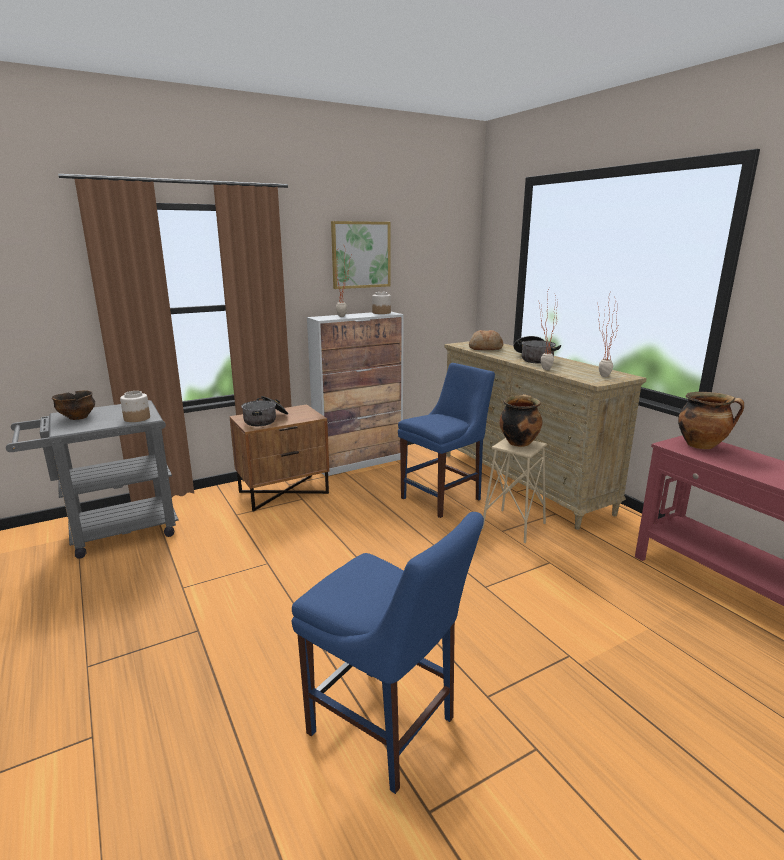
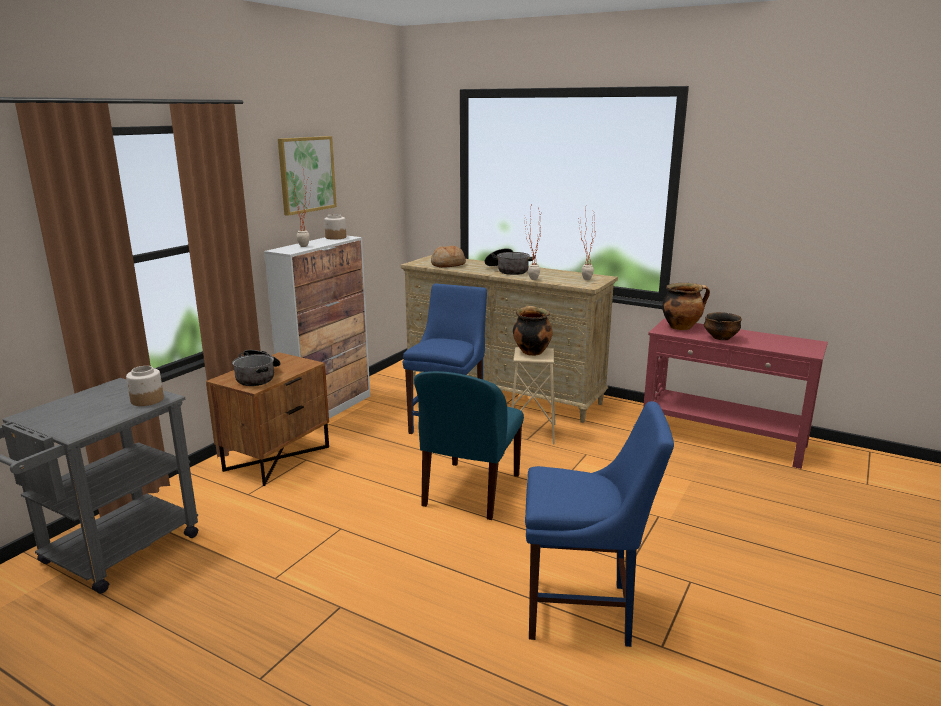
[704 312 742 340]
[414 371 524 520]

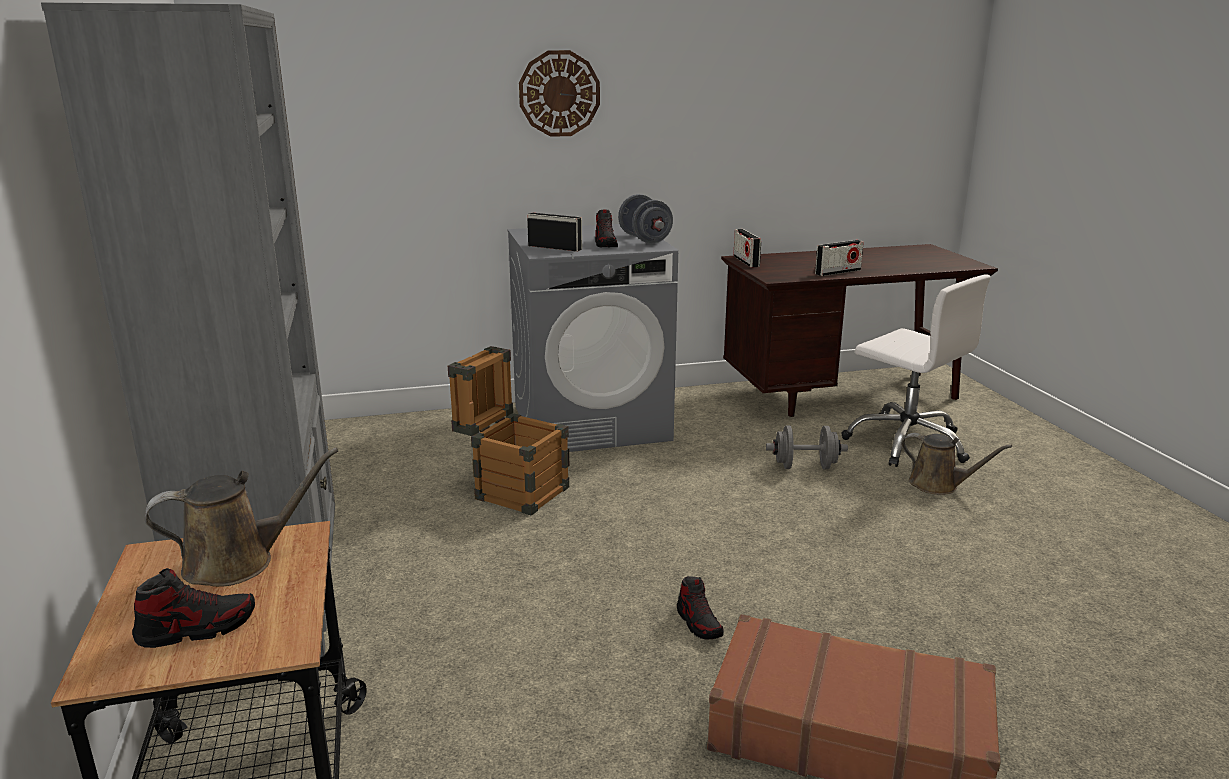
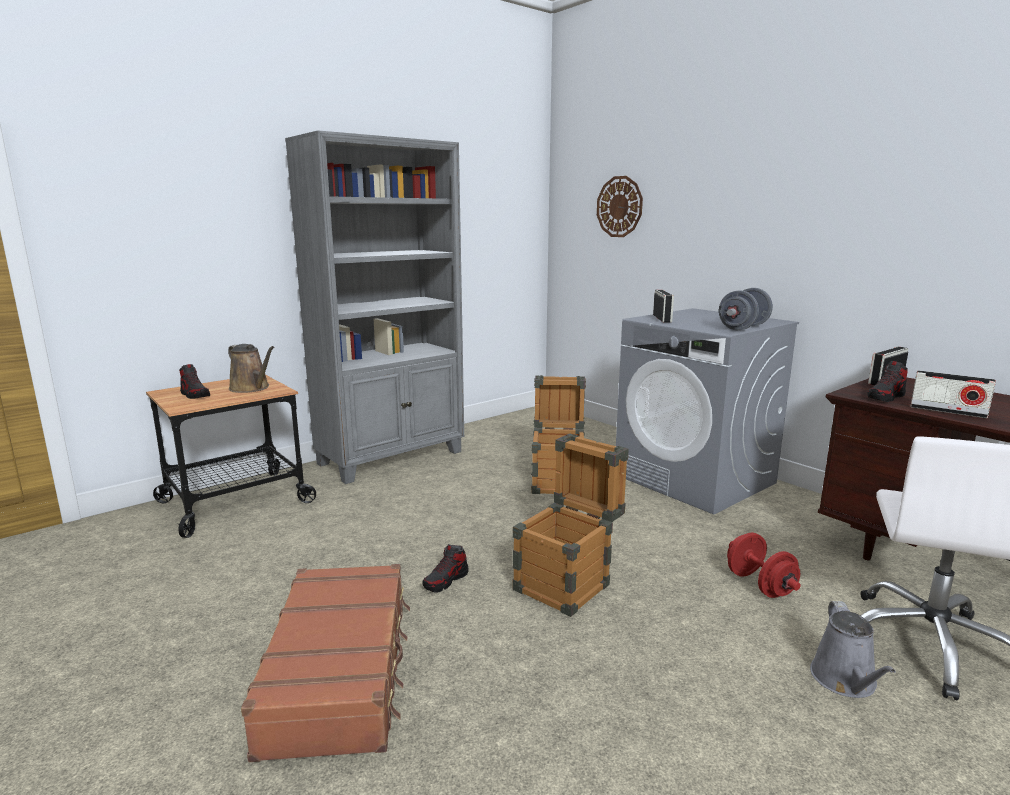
[597 176 643 237]
[867 361 908 402]
[727 533 801 598]
[810 601 896 698]
[513 433 629 617]

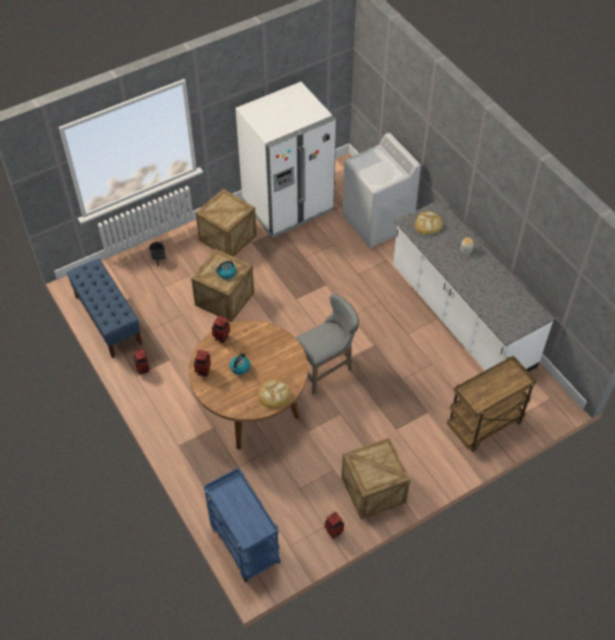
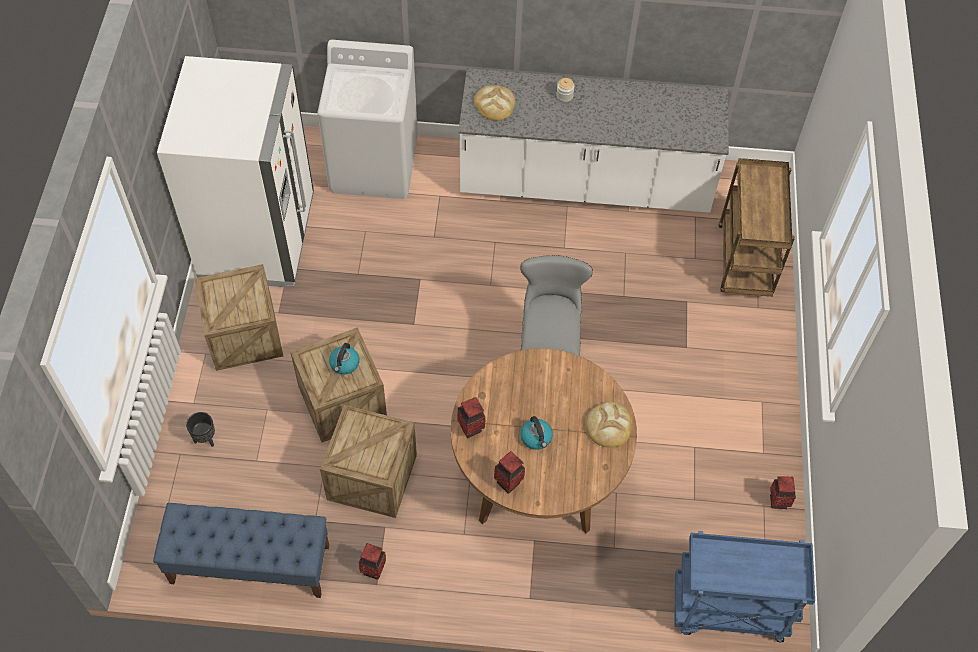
[320 405 417 518]

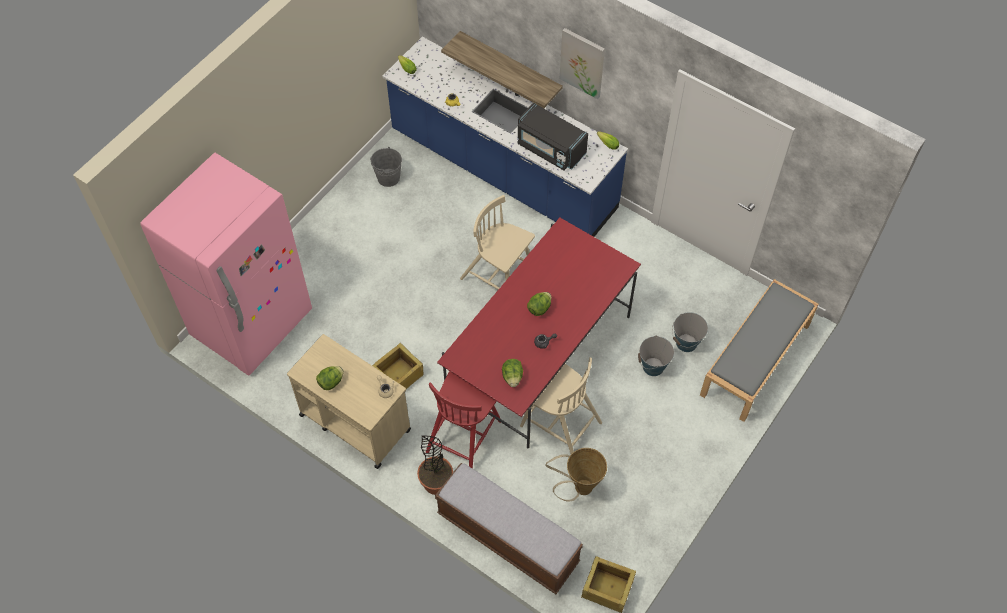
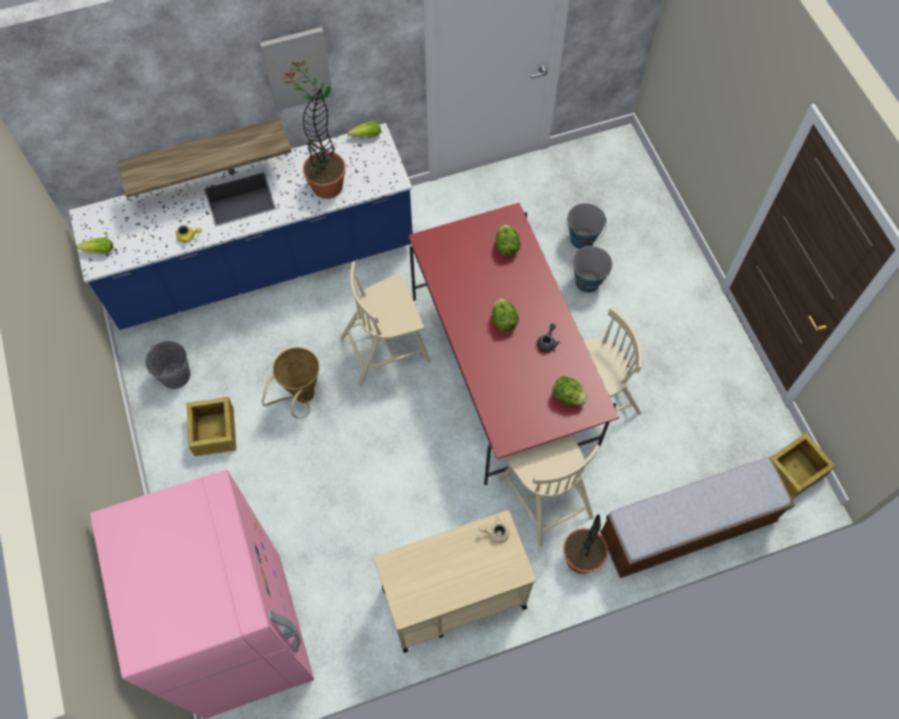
[303 88 346 199]
[700 279 819 422] (first image)
[186 397 236 456]
[495 225 521 256]
[498 434 600 547]
[262 347 319 418]

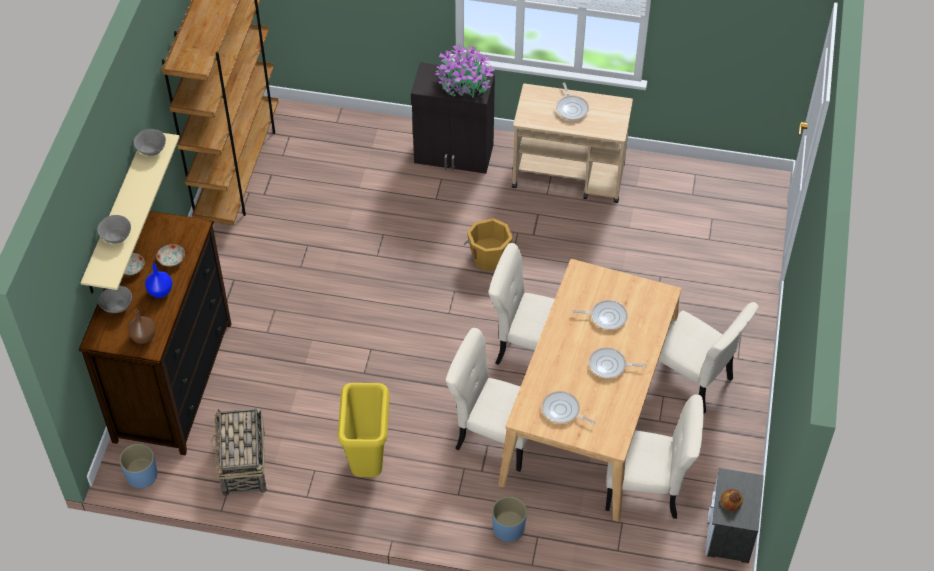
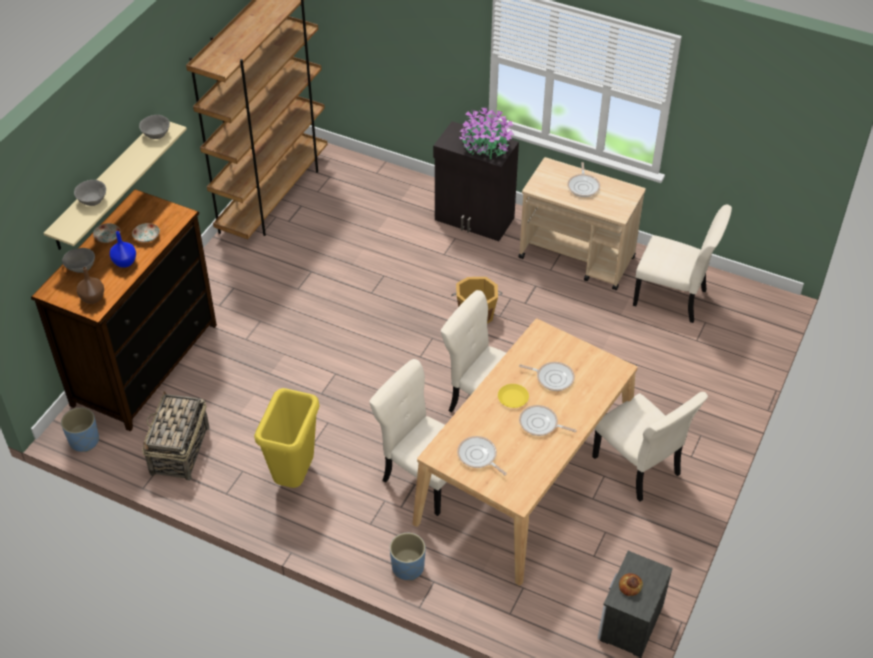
[633 204 732 323]
[498 384 529 408]

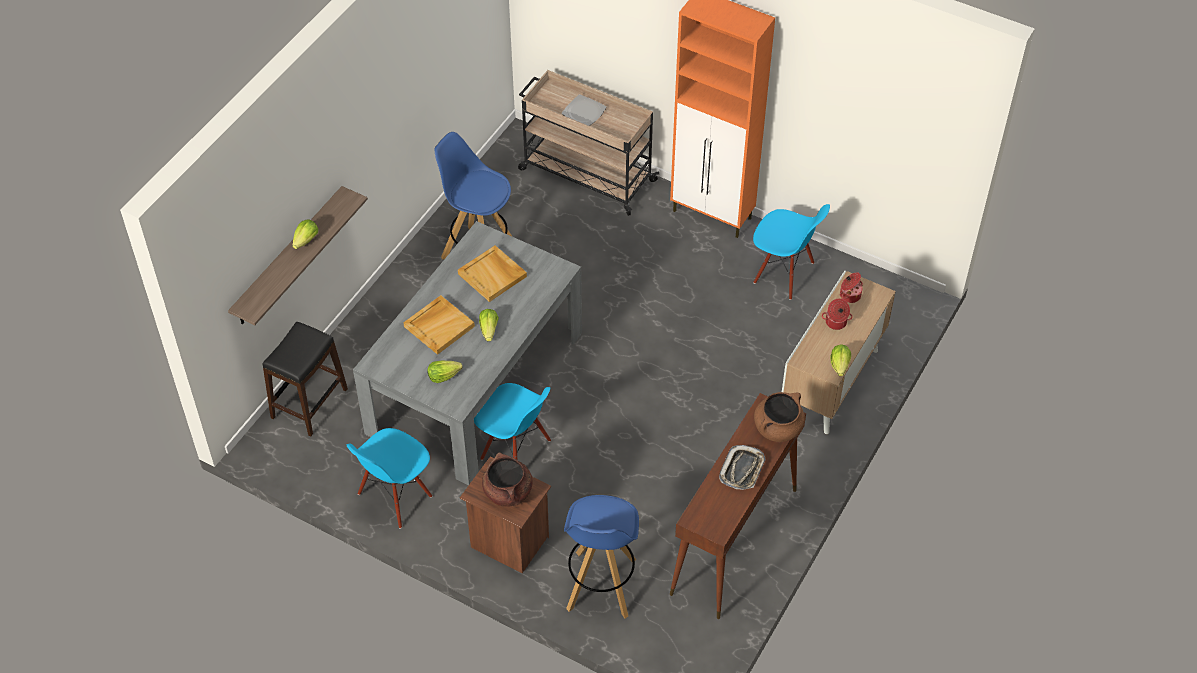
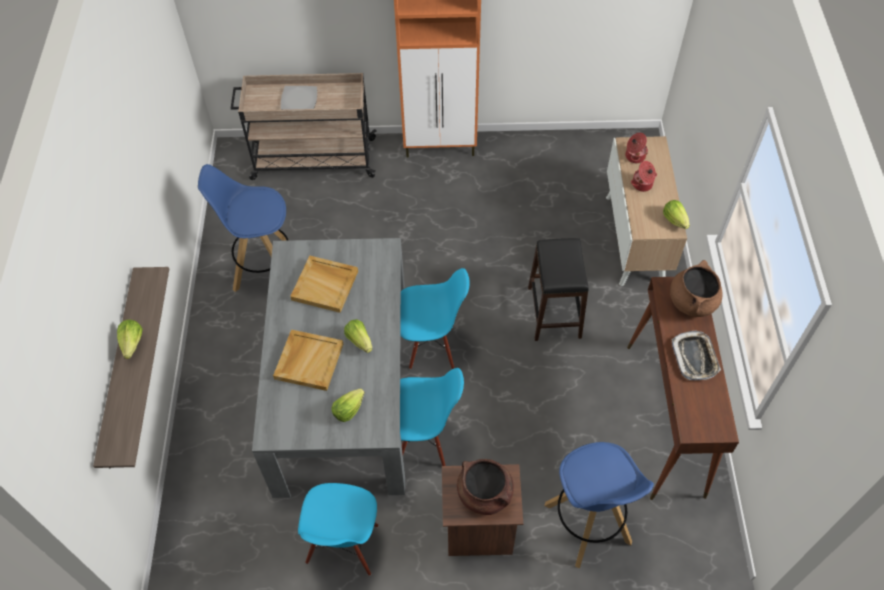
[400 268 470 369]
[528 238 589 341]

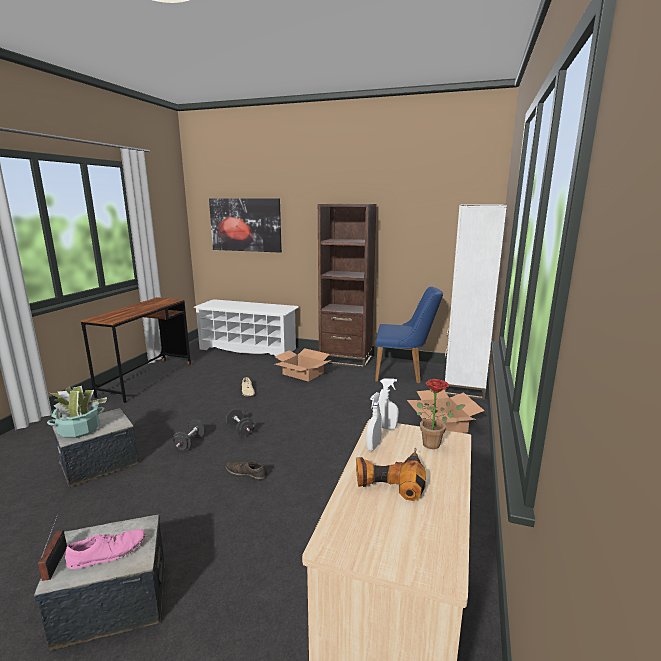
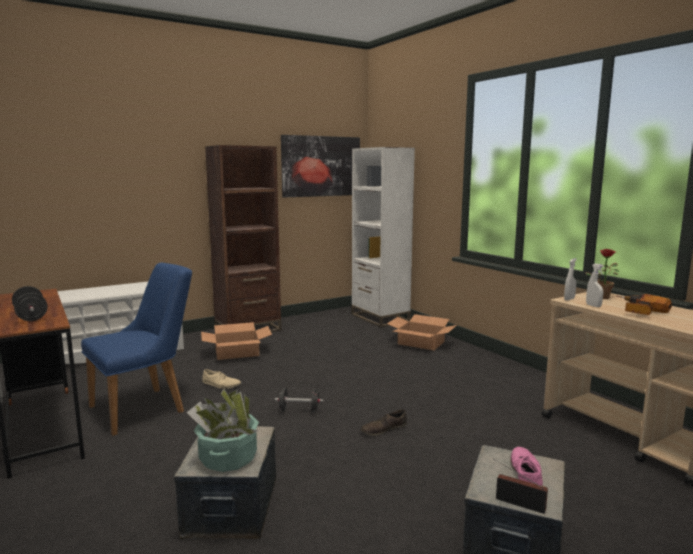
[281 135 360 197]
[81 263 192 436]
[12 286 47 321]

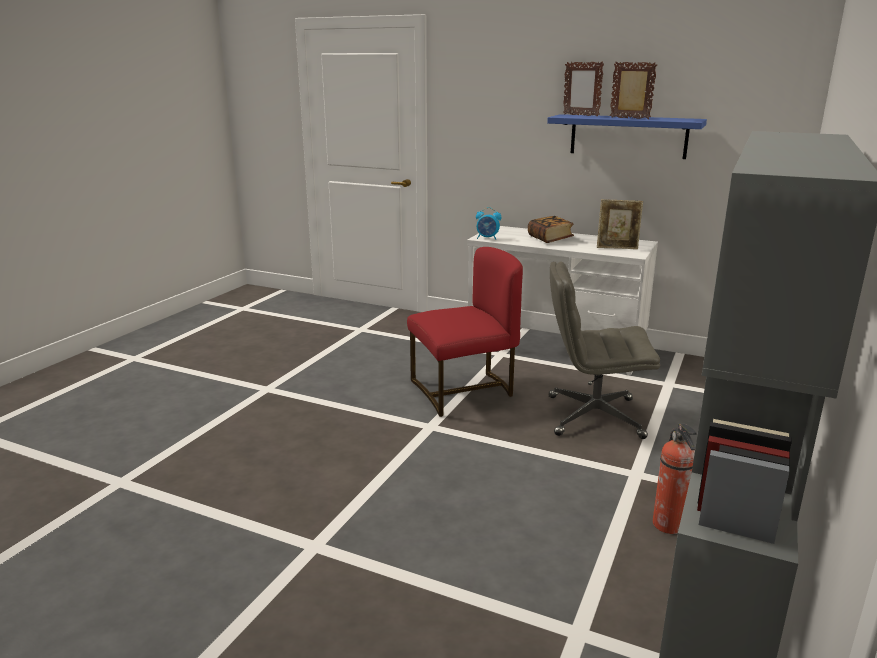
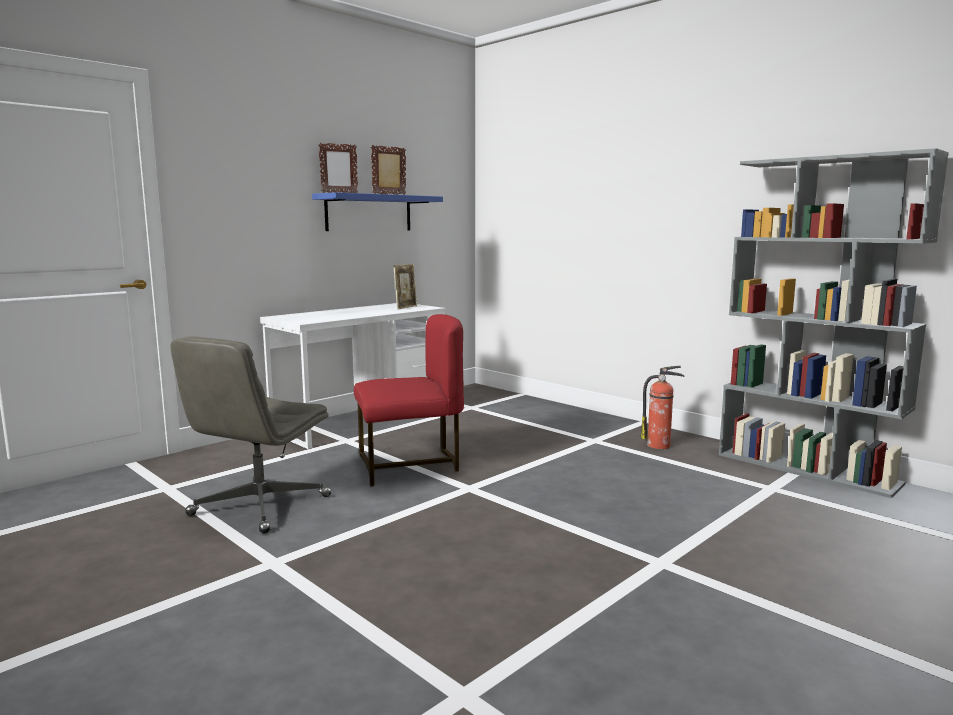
[476 207 501 240] (first image)
[528 216 574 243] (first image)
[354 314 464 486]
[170 336 331 534]

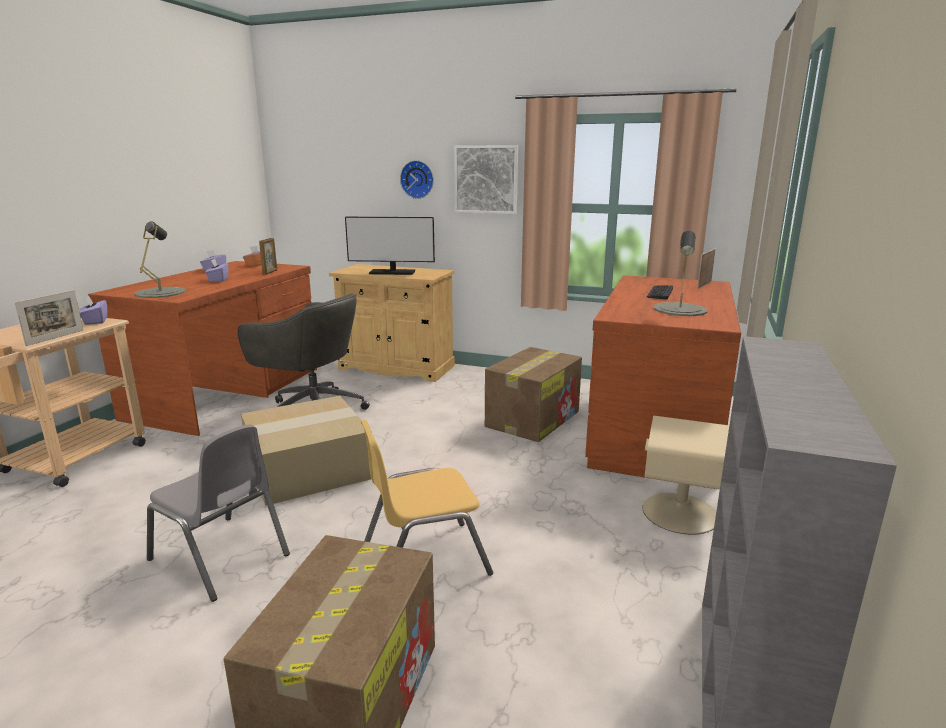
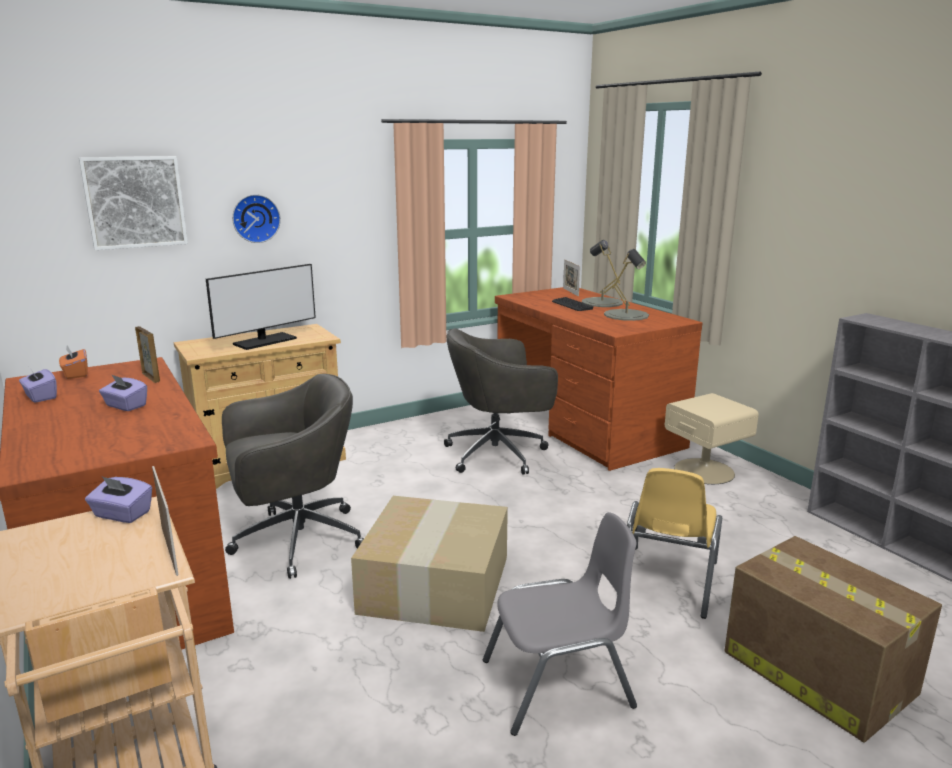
[79 156 188 250]
[582 240 623 307]
[444 328 558 474]

